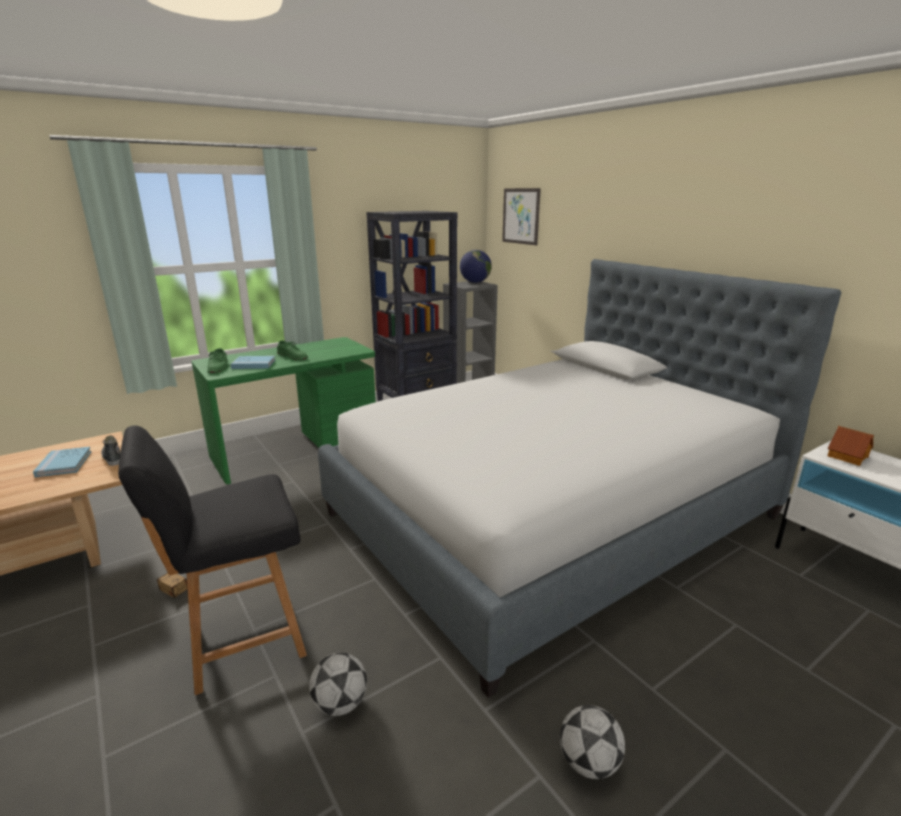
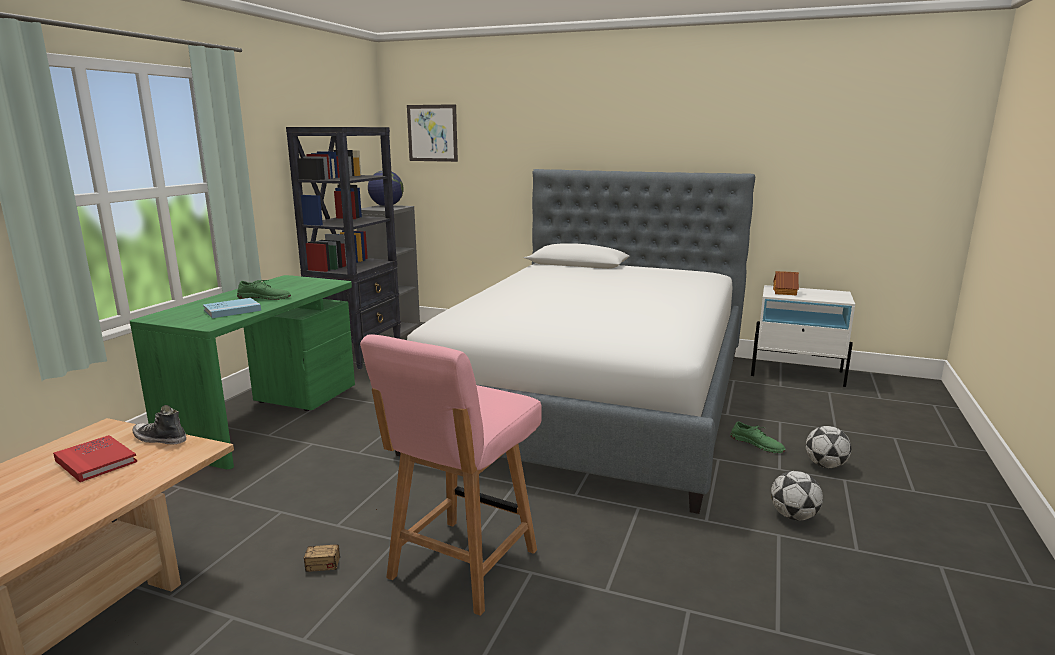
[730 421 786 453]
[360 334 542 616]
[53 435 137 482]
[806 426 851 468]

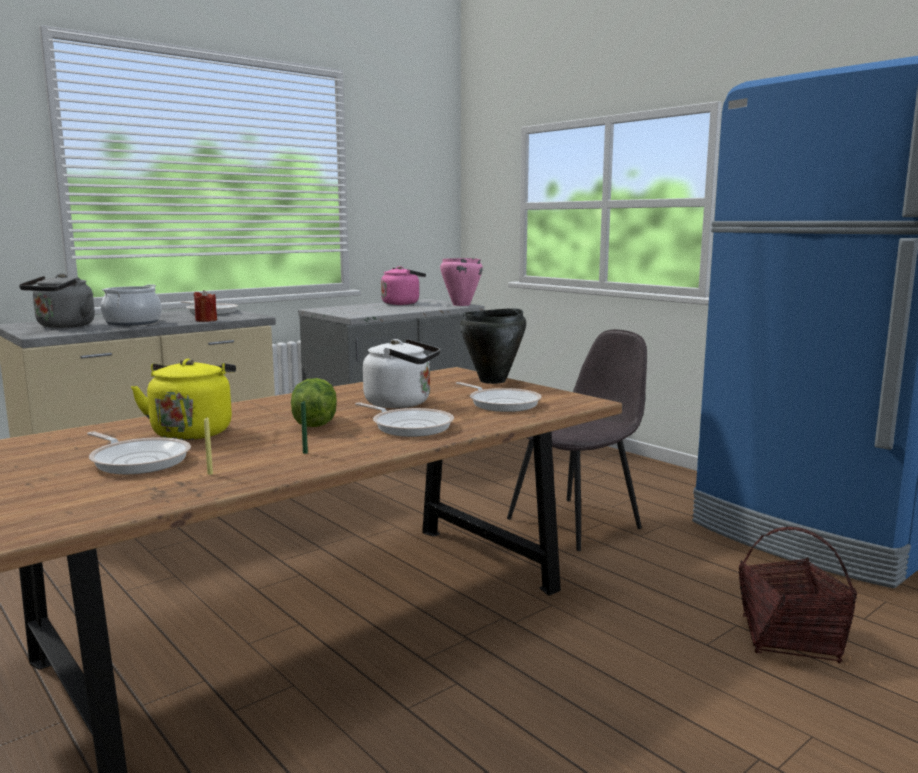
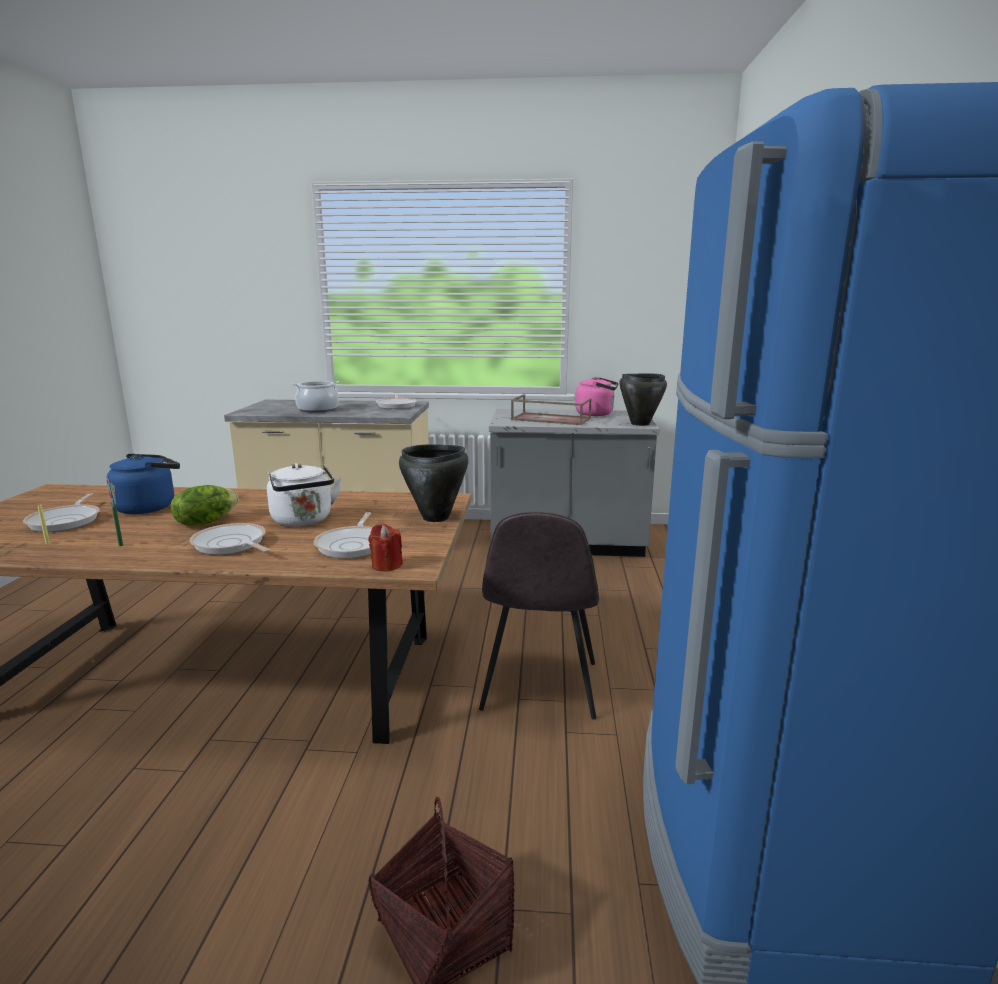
[620 373 667 426]
[19 273 95 328] (first image)
[368 524 403 572]
[479 512 599 720]
[106 454 180 514]
[190 523 270 554]
[511 394 591 425]

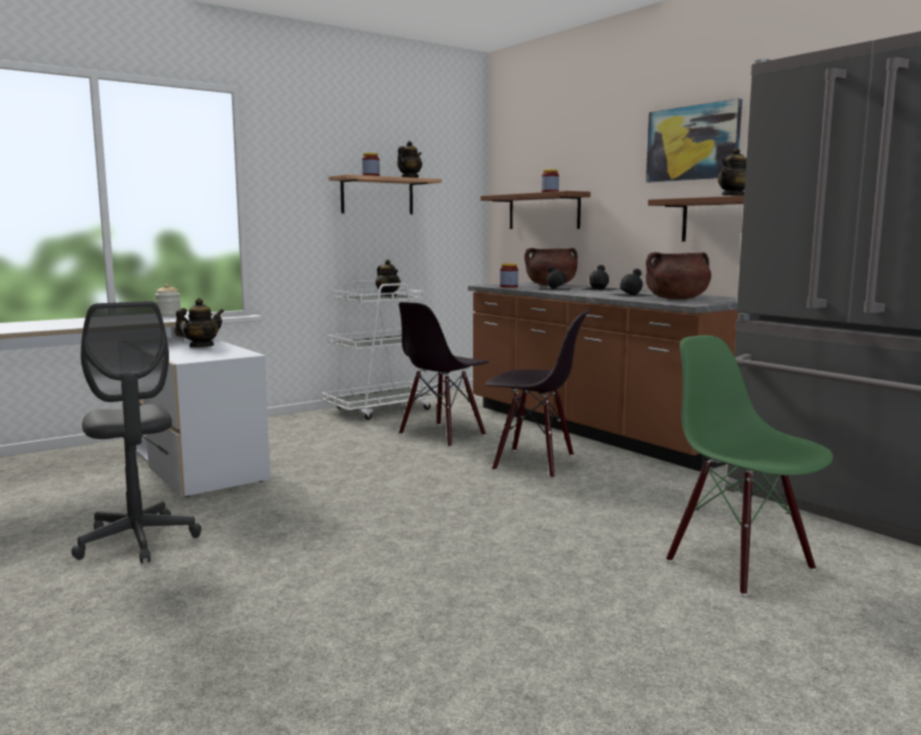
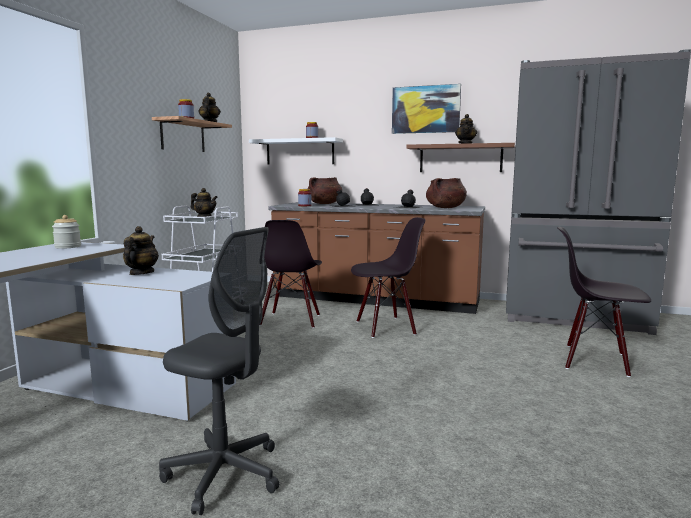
[249 137 343 165]
[557 227 651 377]

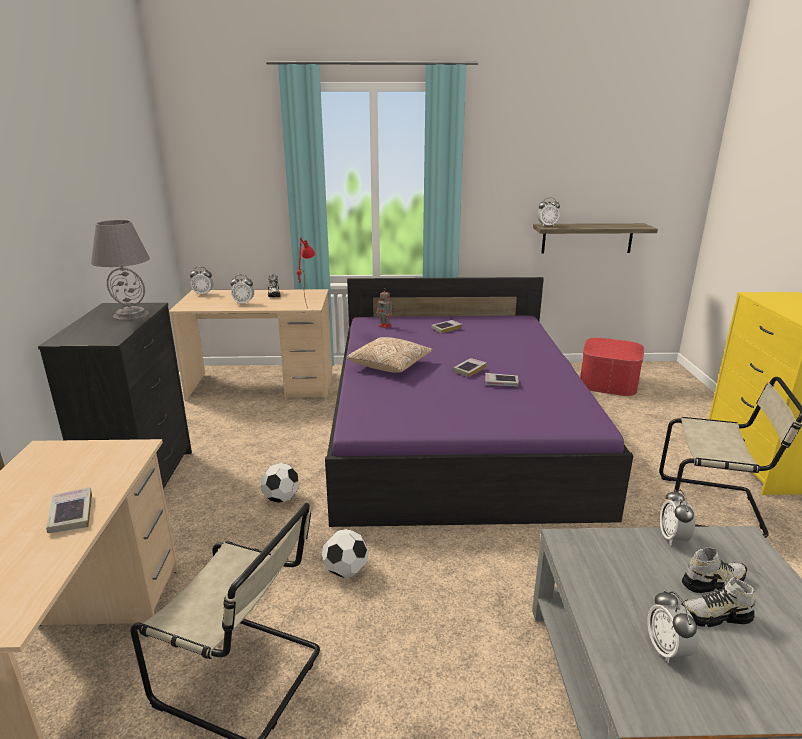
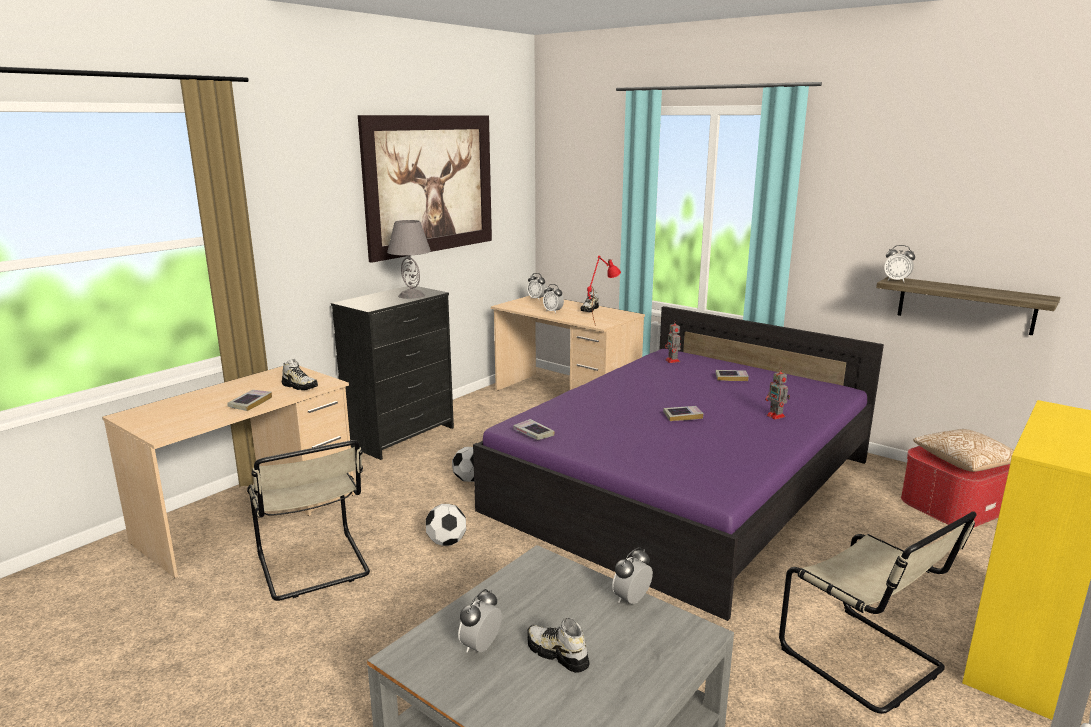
[913 429 1014 472]
[514 419 555 440]
[282 359 318 390]
[358 115 492 263]
[765 368 790 420]

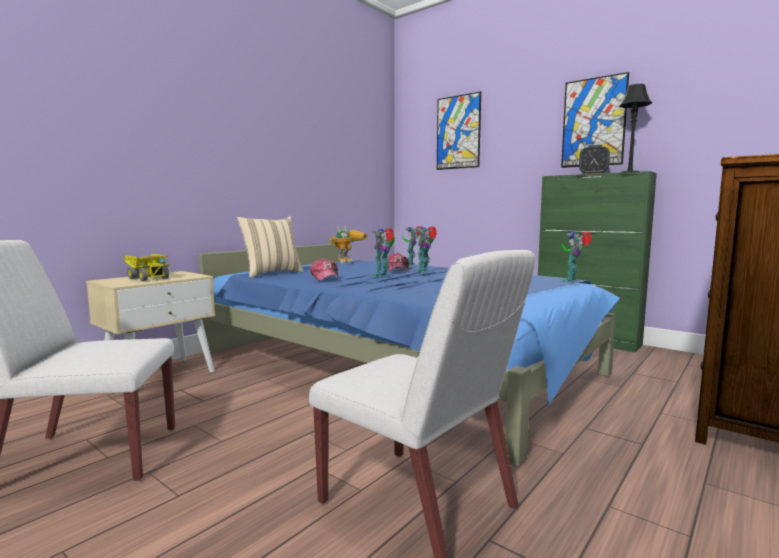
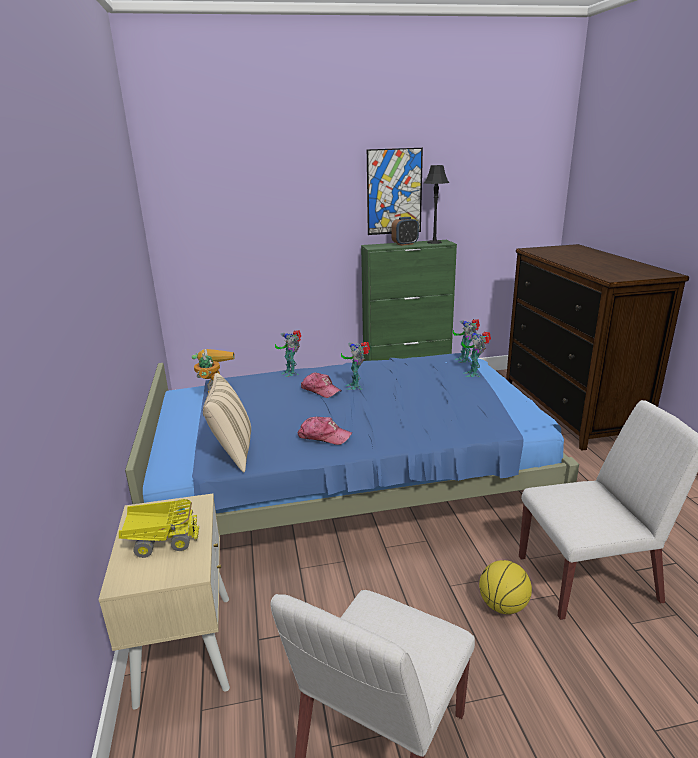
[437 91 481 170] (first image)
[462 331 491 377]
[479 560 532 614]

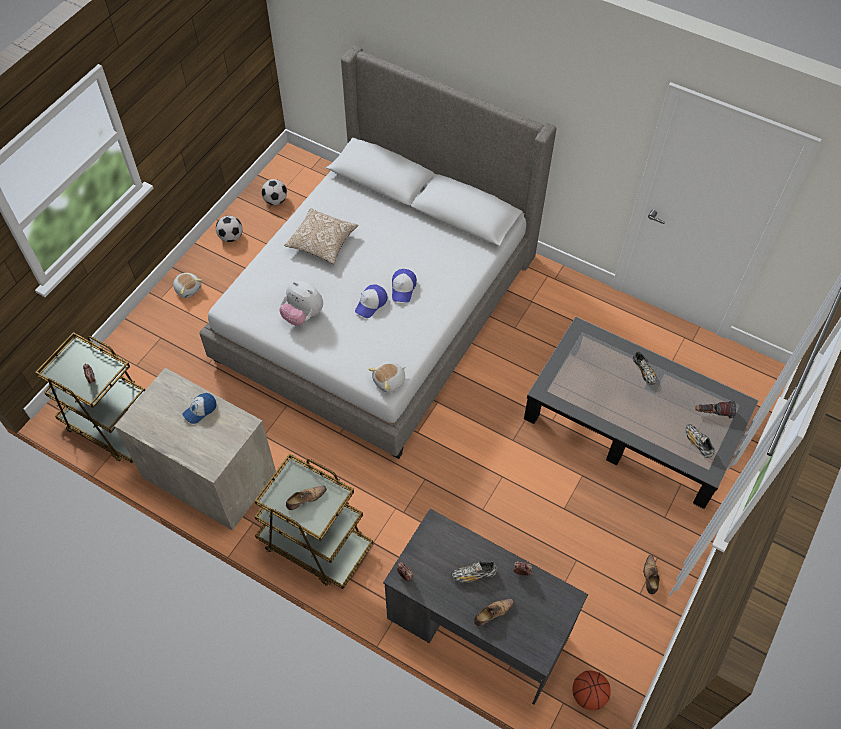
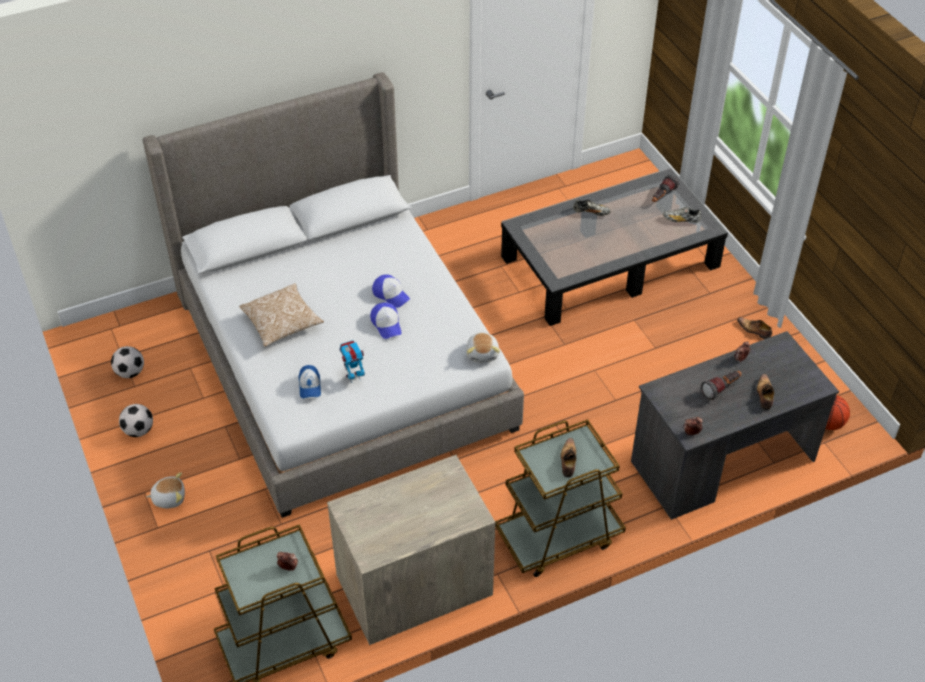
[339 340 365 383]
[299 365 321 398]
[701 371 742 400]

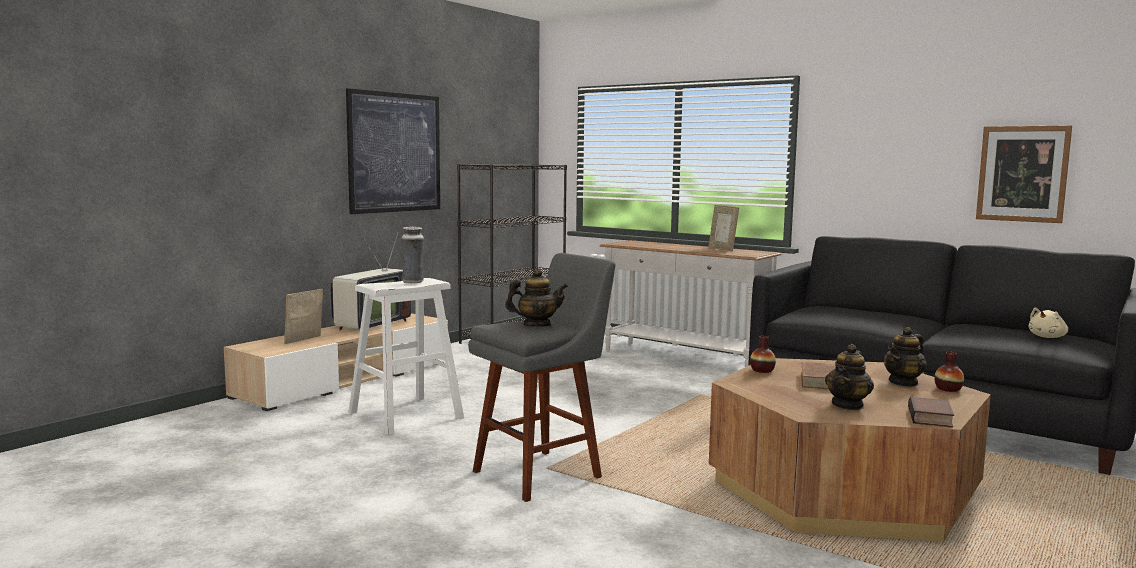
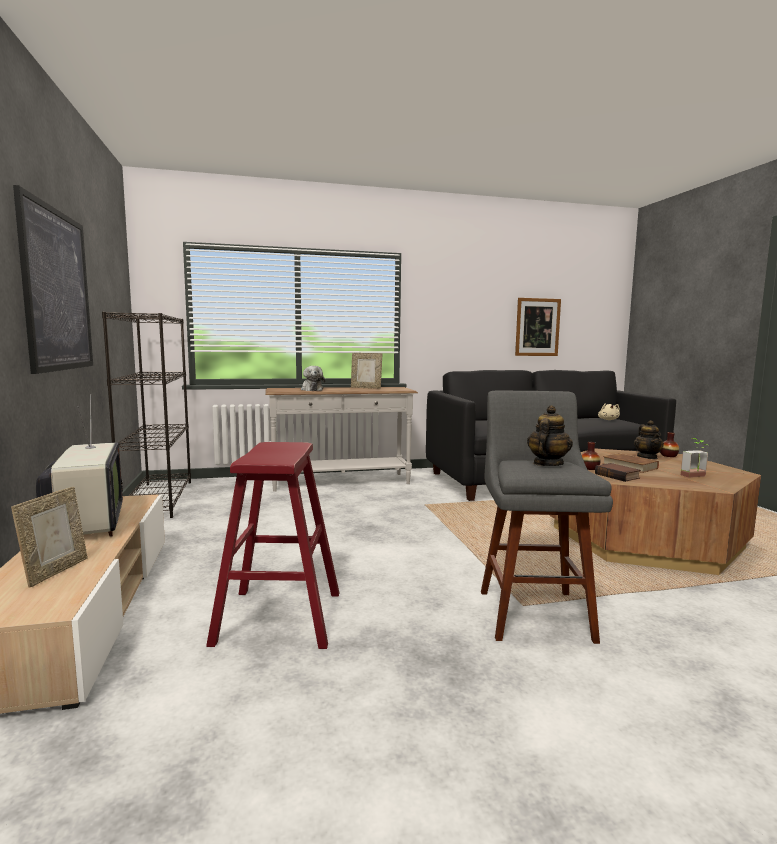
[401 227 424 283] (first image)
[206 442 339 649]
[11 487 88 587]
[681 438 708 478]
[595 463 641 482]
[301 366 326 391]

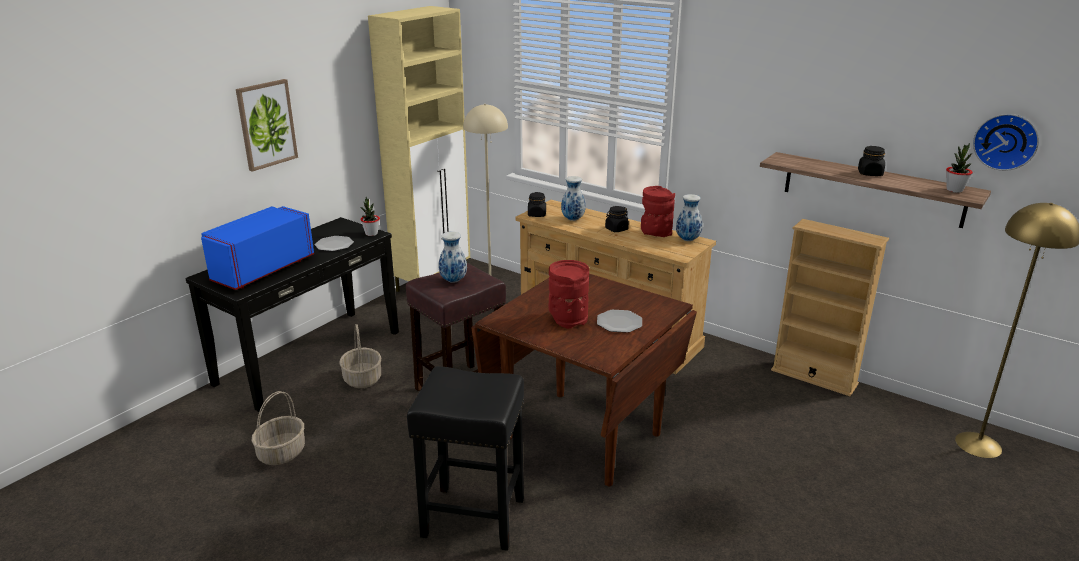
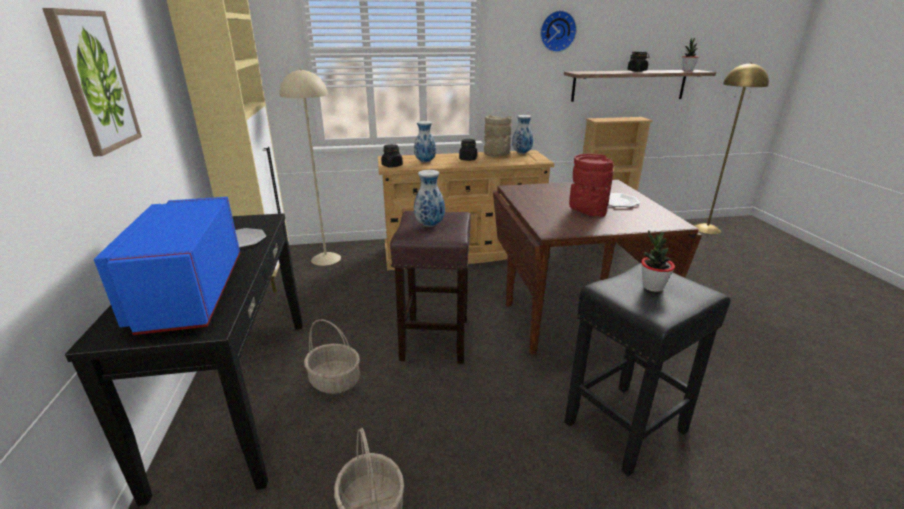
[540 10 577 52]
[484 115 512 157]
[641 231 675 292]

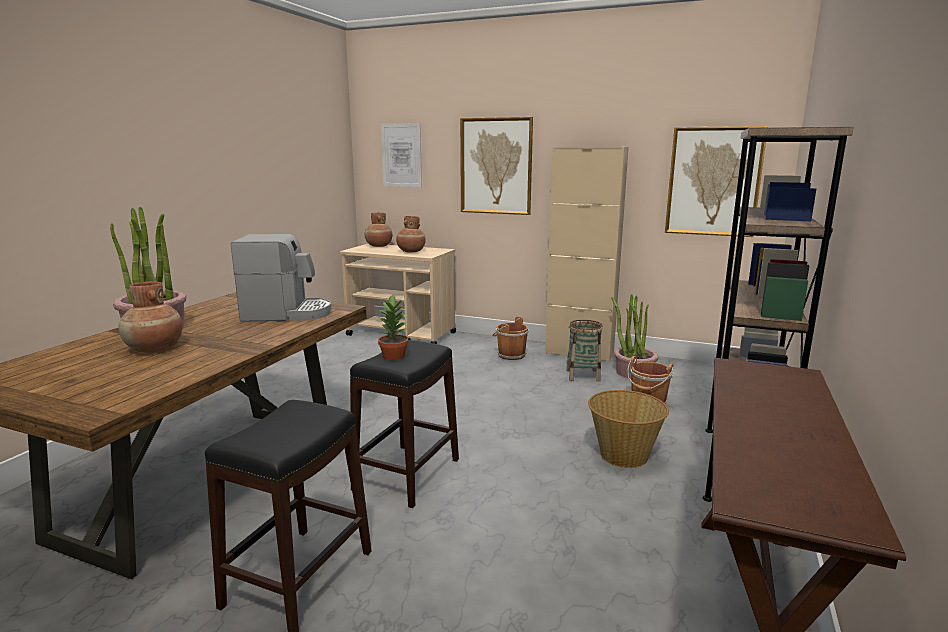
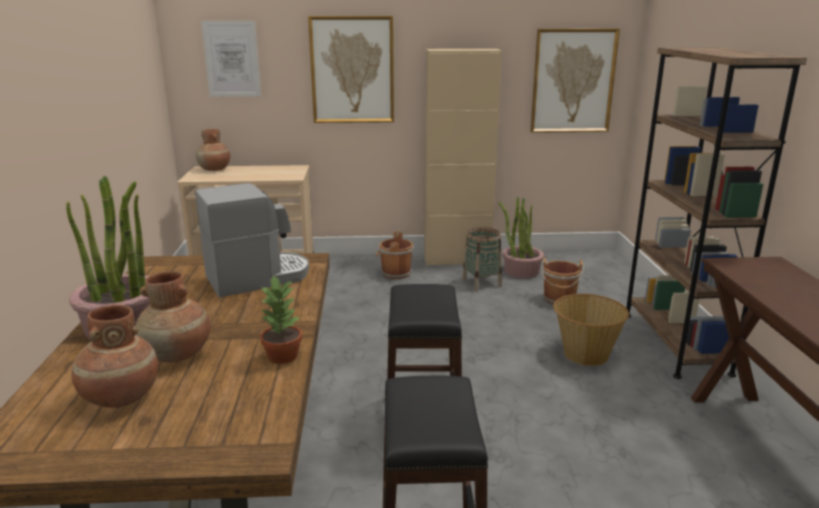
[71 305 158 408]
[260 275 302 364]

